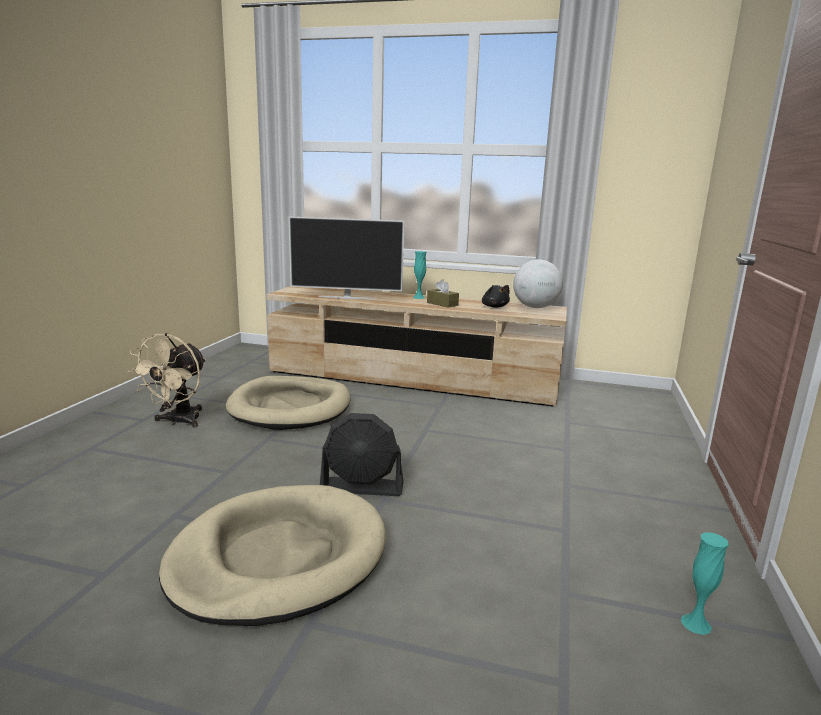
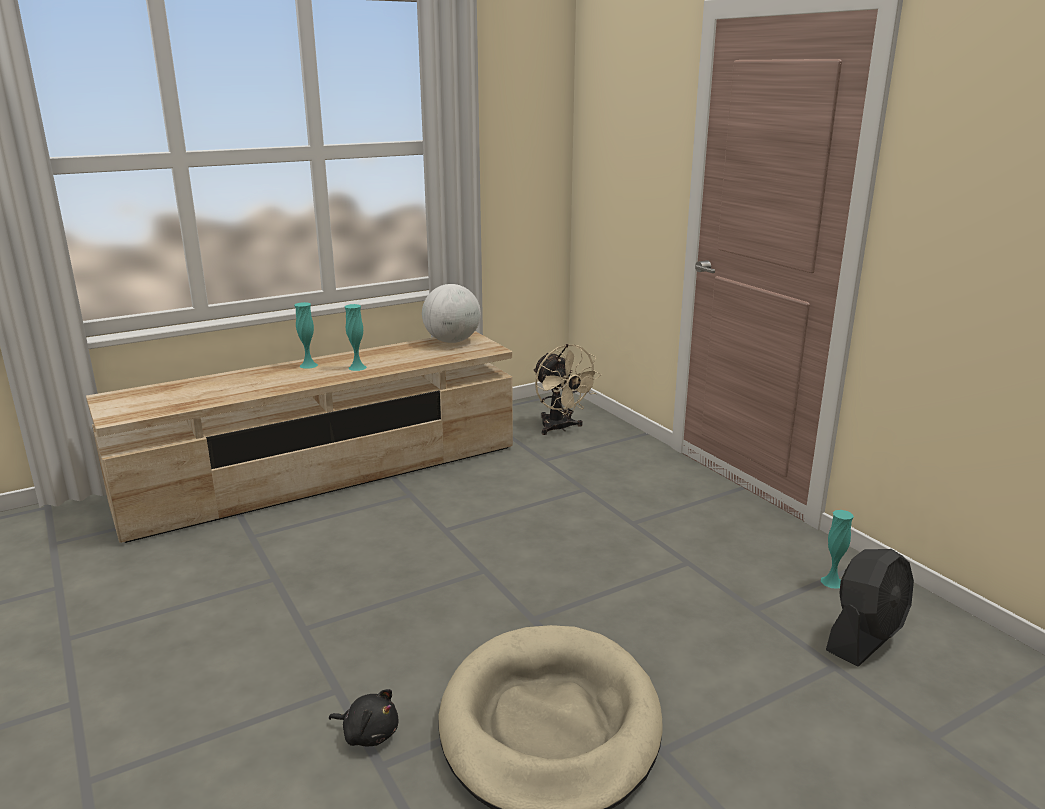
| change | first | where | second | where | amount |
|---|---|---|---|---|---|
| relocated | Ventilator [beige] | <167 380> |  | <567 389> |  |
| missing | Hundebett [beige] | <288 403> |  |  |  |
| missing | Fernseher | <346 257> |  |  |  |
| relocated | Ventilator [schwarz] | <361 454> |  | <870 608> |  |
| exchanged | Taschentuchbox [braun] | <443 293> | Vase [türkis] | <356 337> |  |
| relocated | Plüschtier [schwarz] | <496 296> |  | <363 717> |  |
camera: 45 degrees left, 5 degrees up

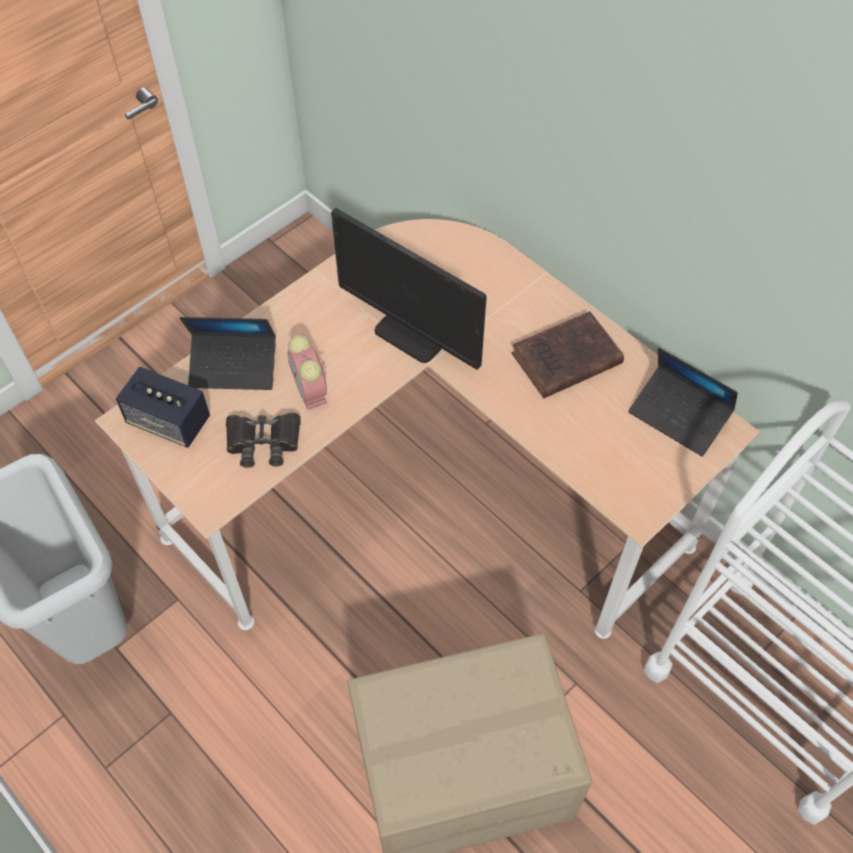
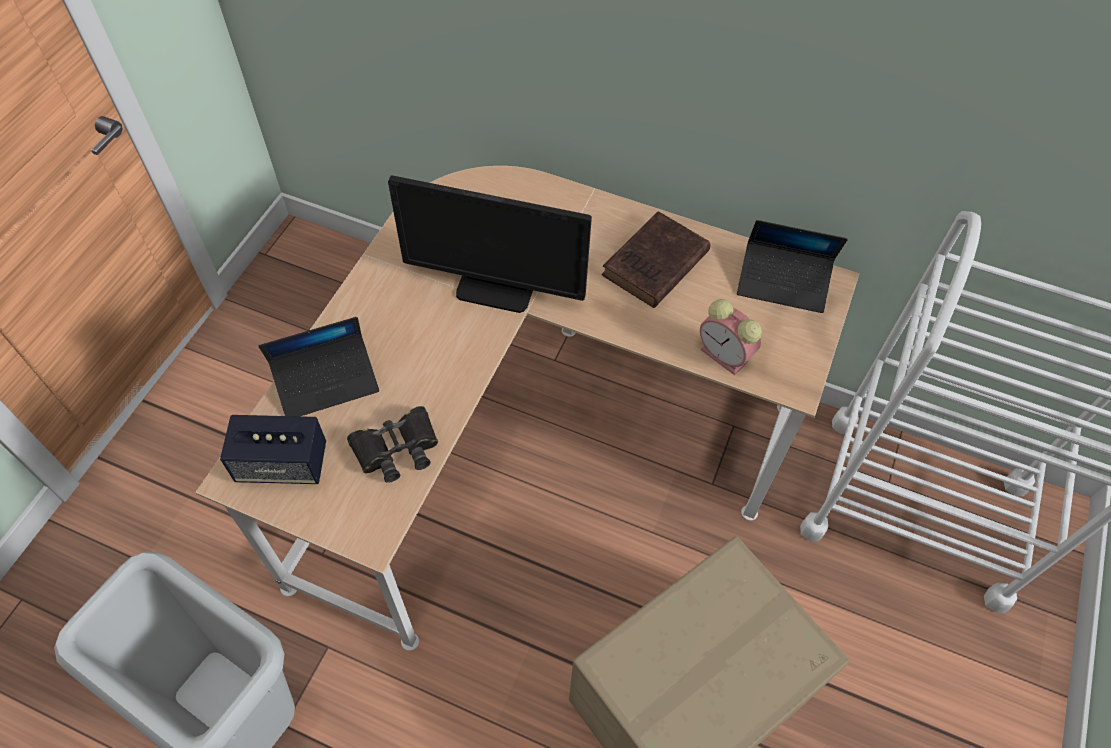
| change | first | where | second | where | amount |
|---|---|---|---|---|---|
| relocated | Wecker | <307 372> |  | <731 337> |  |
camera: 25 degrees left, 0 degrees up

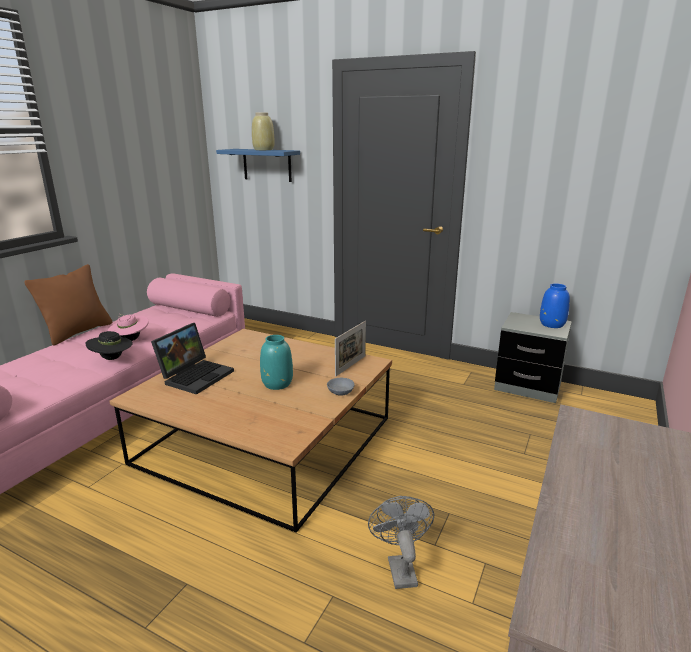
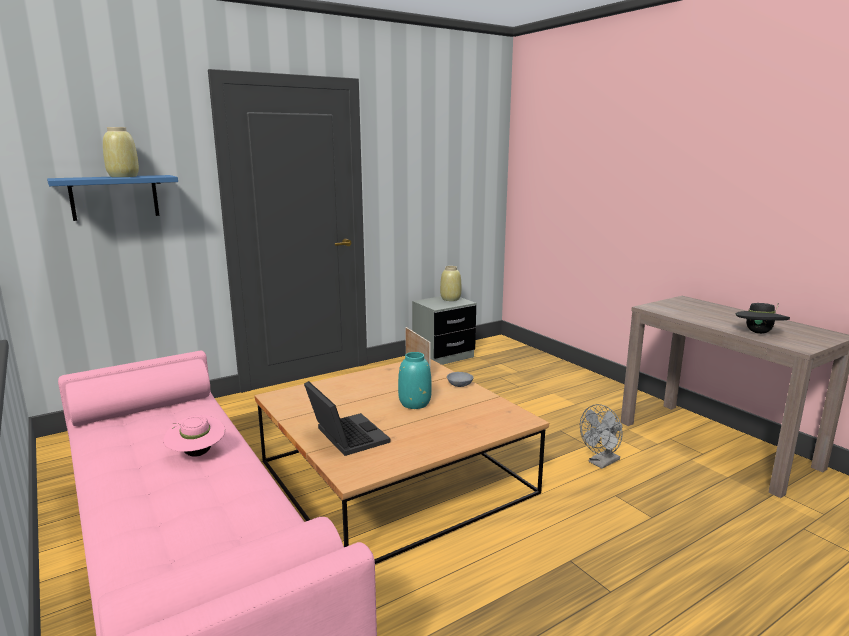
| change | first | where | second | where | amount |
|---|---|---|---|---|---|
| missing | Kissen [braun] | <68 305> |  |  |  |
| relocated | Hut [schwarz] | <109 345> |  | <763 318> |  |
| spun | Ventilator [grau] | <401 542> |  | <601 436> | 60 degrees counterclockwise |
| colour | Vase [blau] | <555 305> | Vase [beige] | <450 283> |  |
camera: 60 degrees left, 5 degrees down

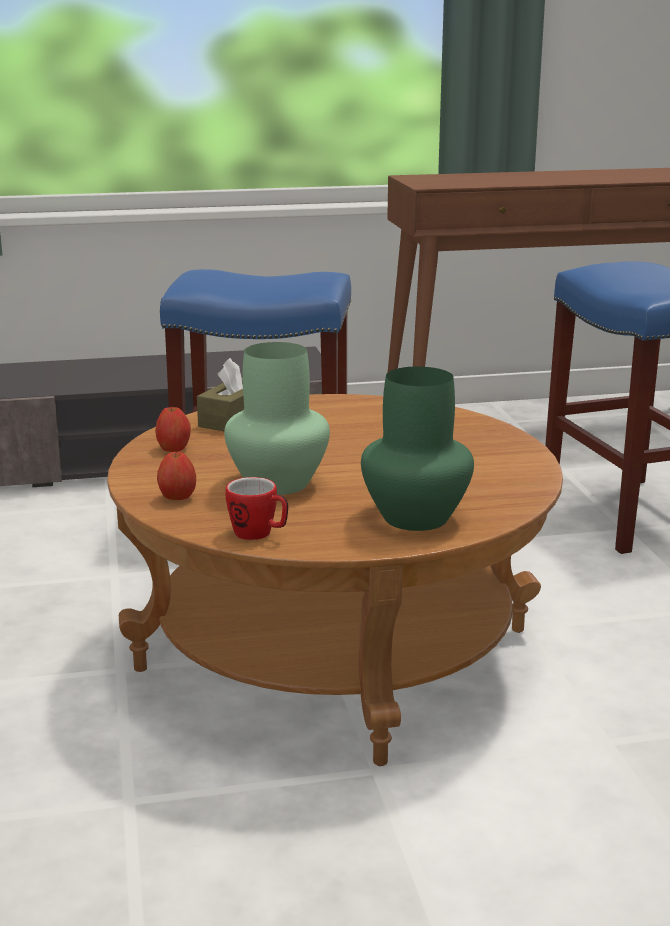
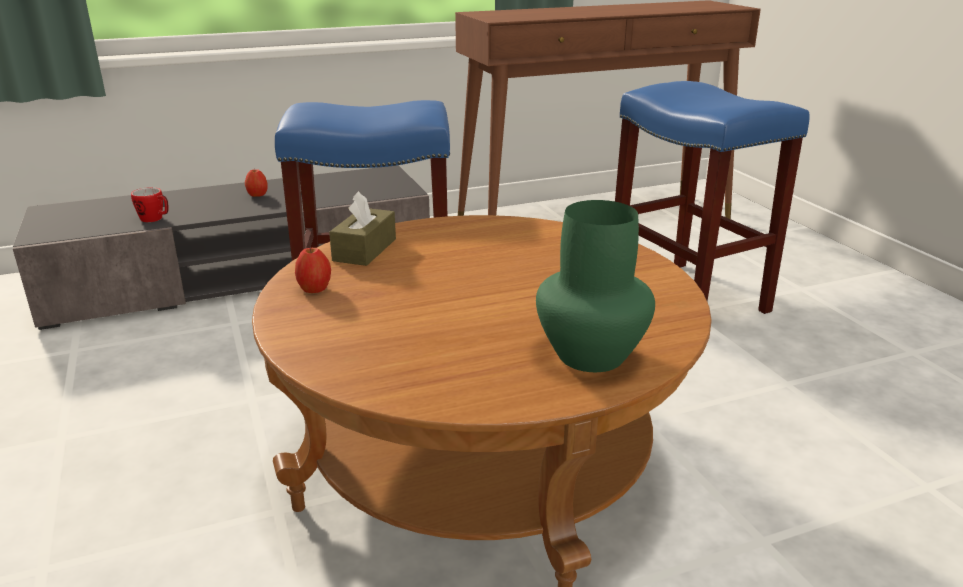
| change | first | where | second | where | amount |
|---|---|---|---|---|---|
| relocated | Apfel | <176 476> |  | <256 182> |  |
| missing | Vase [grün] | <277 418> |  |  |  |
| relocated | Henkelbecher | <256 508> |  | <150 204> |  |
camera: 10 degrees left, 5 degrees up

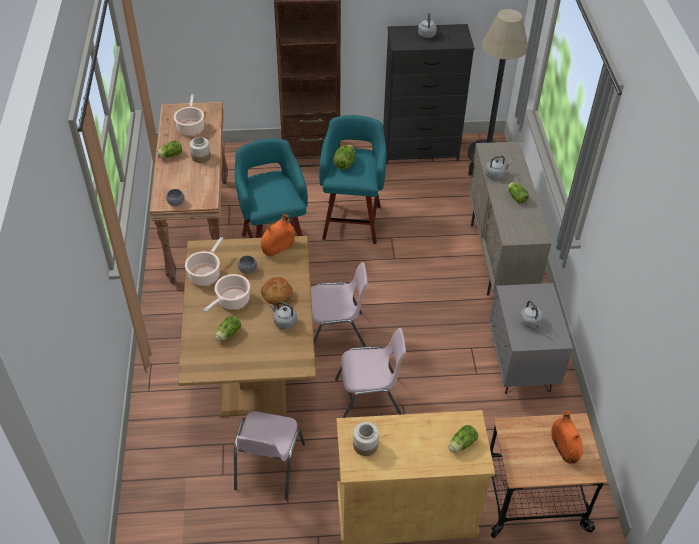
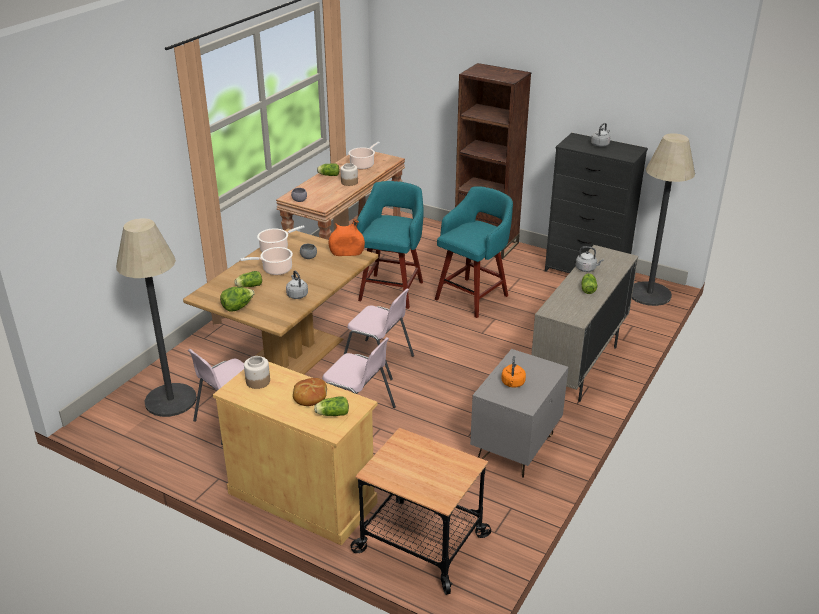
| change | first | where | second | where | amount |
|---|---|---|---|---|---|
| relocated | Brot | <277 291> |  | <310 392> |  |
| relocated | Salatkopf | <344 157> |  | <237 299> |  |
| colour | Wasserkessel [grau] | <531 314> | Wasserkessel [orange] | <513 372> |  |
| missing | Vase [orange] | <567 437> |  |  |  |
| appeared |  |  | Stehlampe | <156 317> |  |
camera: 35 degrees right, 15 degrees down

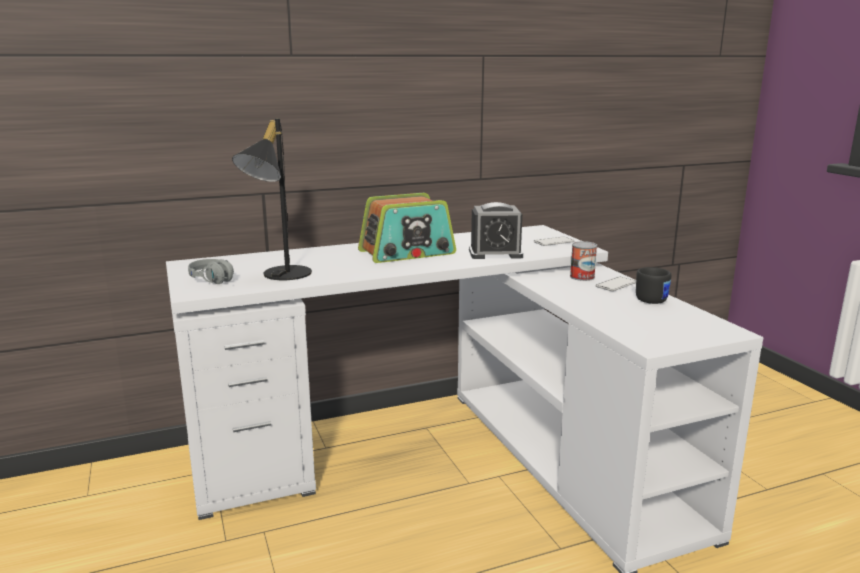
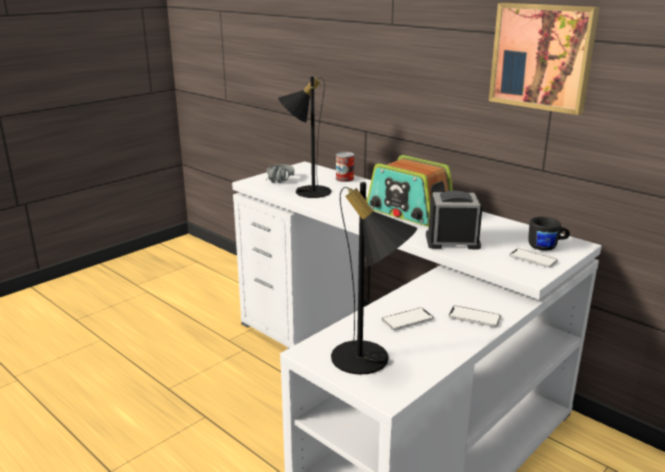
| change | first | where | second | where | amount |
|---|---|---|---|---|---|
| spun | Wecker | <496 230> |  | <454 220> | 120 degrees clockwise |
| relocated | Dose | <583 261> |  | <345 167> |  |
| relocated | Henkelbecher [schwarz] | <653 285> |  | <549 234> |  |
| appeared |  |  | Tischlampe [schwarz] | <374 278> |  |
| appeared |  |  | Handy | <407 319> |  |
| appeared |  |  | Bild | <544 59> |  |
camera: 65 degrees right, 5 degrees up

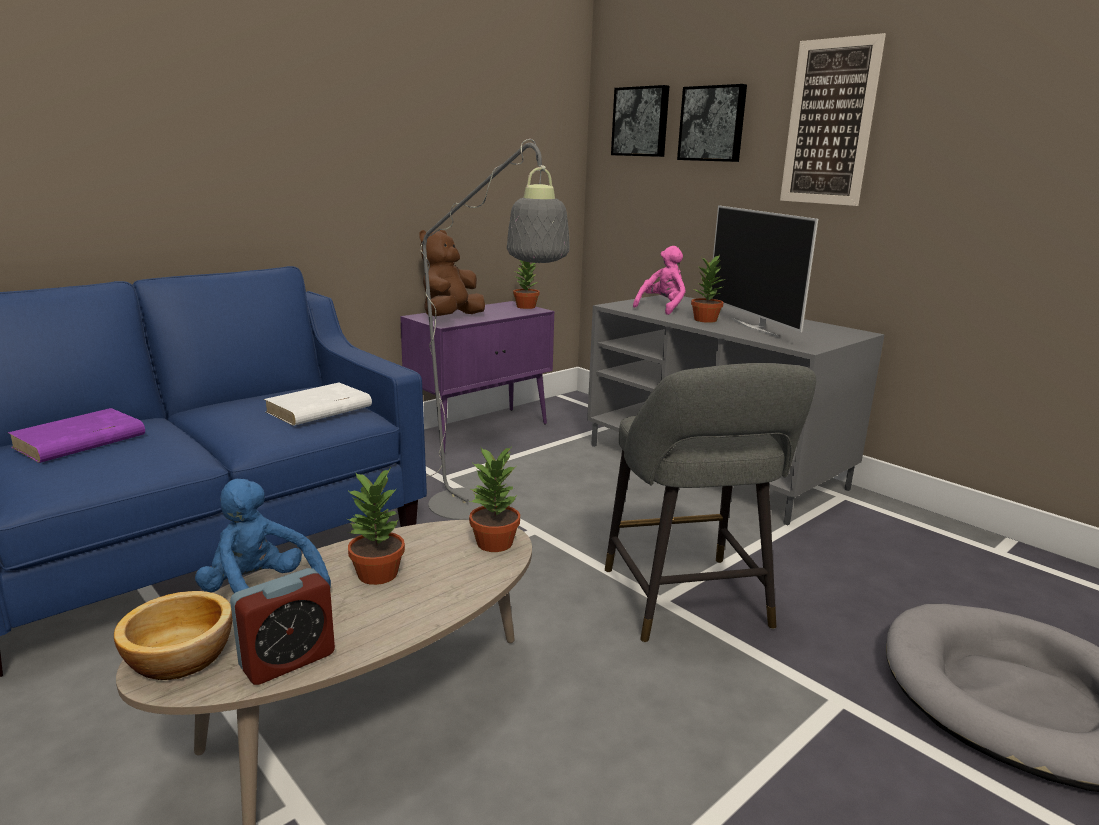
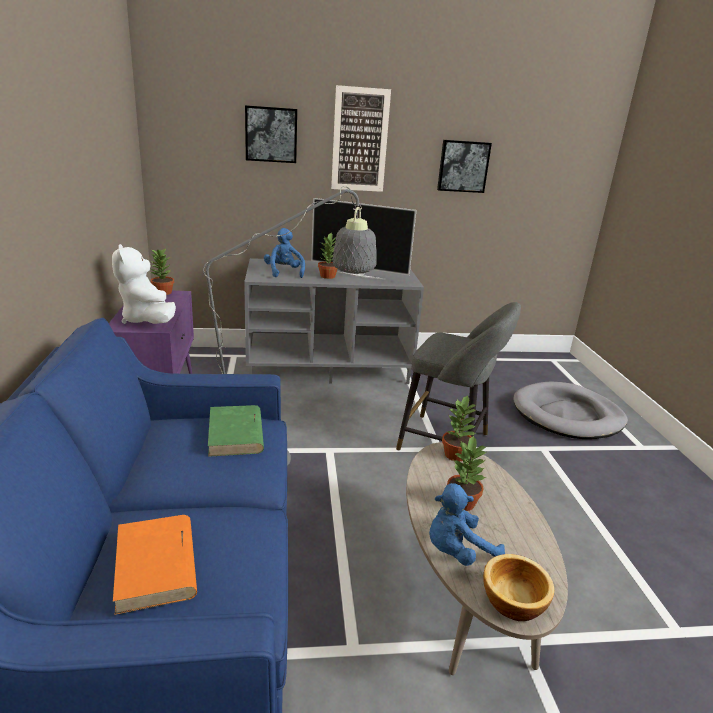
| change | first | where | second | where | amount |
|---|---|---|---|---|---|
| colour | Buch [lila] | <76 435> | Buch [orange] | <155 565> |  |
| missing | Wecker | <282 626> |  |  |  |
| colour | Buch [weiß] | <318 404> | Buch [grün] | <236 431> |  |
| colour | Plüschtier [braun] | <452 273> | Plüschtier [weiß] | <144 284> |  |
| relocated | Bild | <640 121> |  | <464 166> |  |
| colour | Plüschtier [rosa] | <659 280> | Plüschtier [blau] | <284 253> |  |
camera: 55 degrees left, 5 degrees up

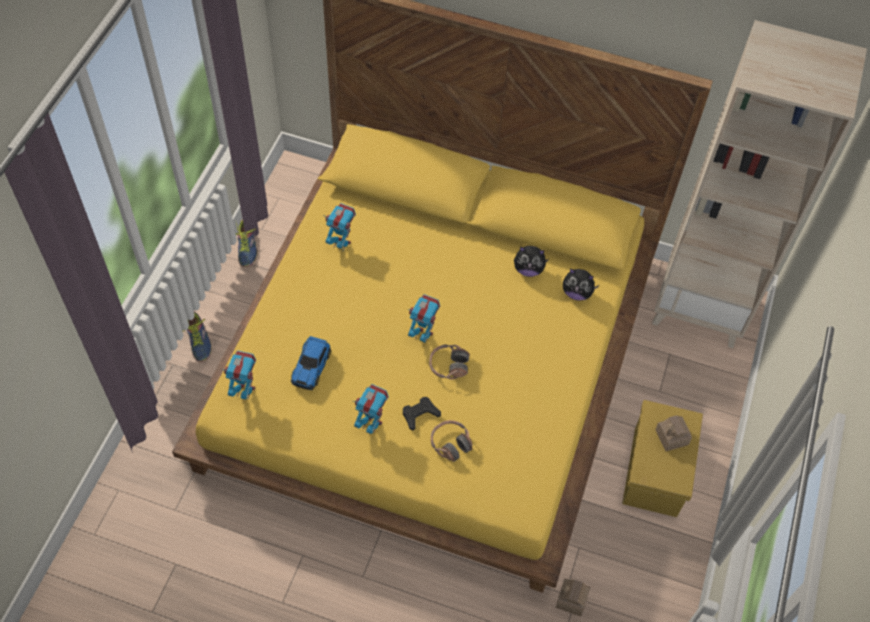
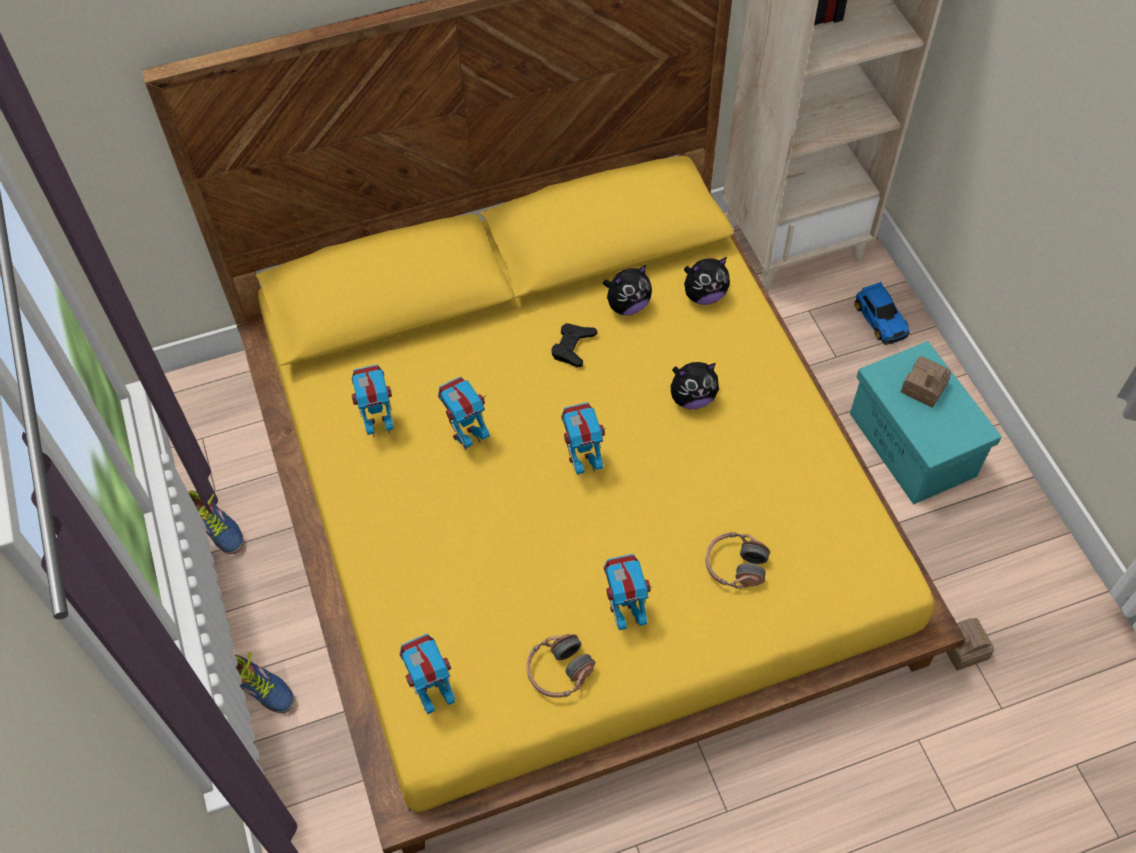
| change | first | where | second | where | amount |
|---|---|---|---|---|---|
| relocated | Spielzeugauto | <311 363> |  | <882 313> |  |
| relocated | Gamepad [schwarz] | <422 414> |  | <574 345> |  |
| relocated | Kopfhörer | <449 362> |  | <560 666> |  |
| colour | Aufbewahrungsbox [gelb] | <662 458> | Aufbewahrungsbox [türkis] | <926 422> |  |
| appeared |  |  | Spielzeugroboter | <464 413> |  |
| appeared |  |  | Plüschtier | <695 385> |  |
camera: 35 degrees left, 0 degrees up

